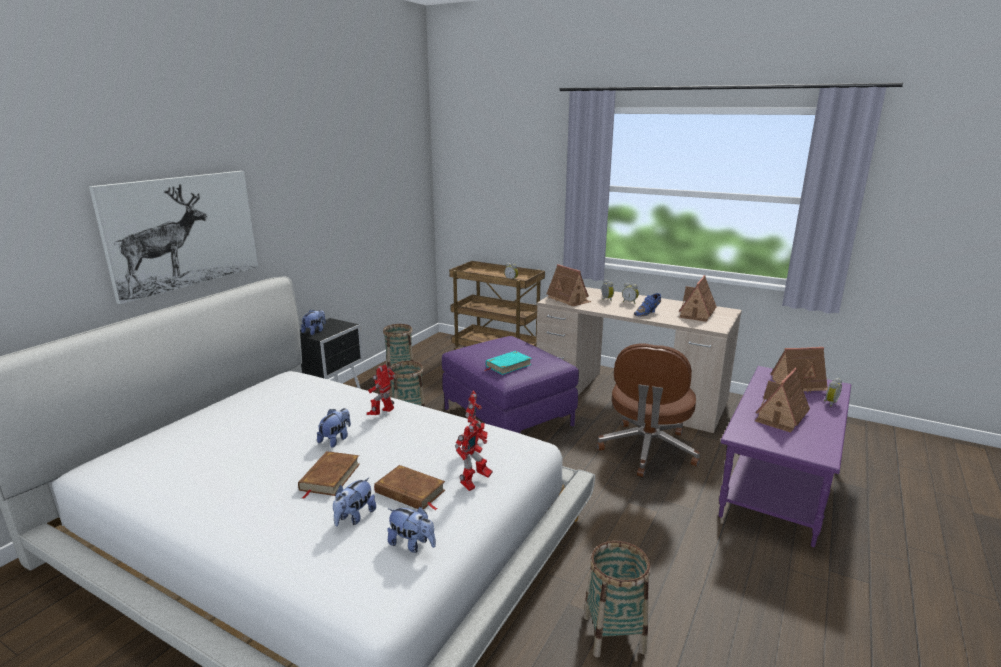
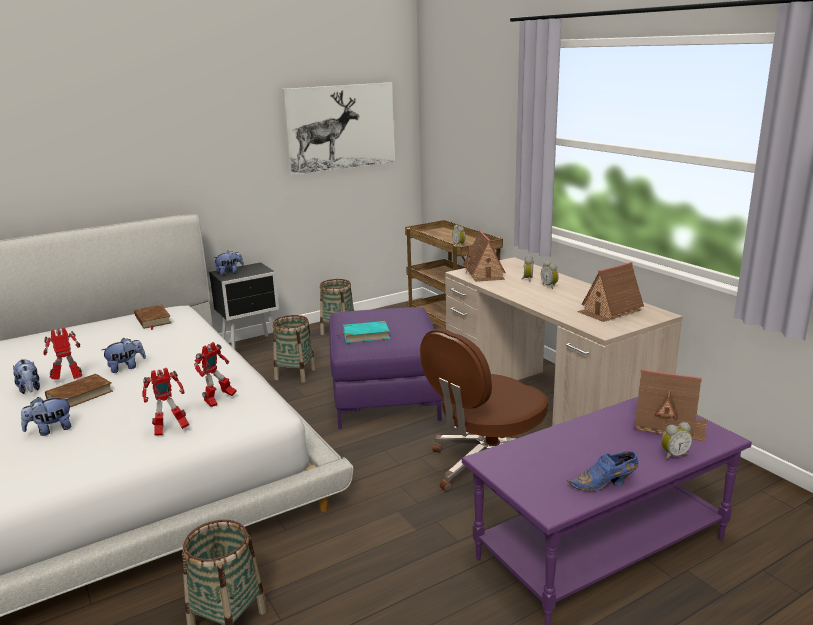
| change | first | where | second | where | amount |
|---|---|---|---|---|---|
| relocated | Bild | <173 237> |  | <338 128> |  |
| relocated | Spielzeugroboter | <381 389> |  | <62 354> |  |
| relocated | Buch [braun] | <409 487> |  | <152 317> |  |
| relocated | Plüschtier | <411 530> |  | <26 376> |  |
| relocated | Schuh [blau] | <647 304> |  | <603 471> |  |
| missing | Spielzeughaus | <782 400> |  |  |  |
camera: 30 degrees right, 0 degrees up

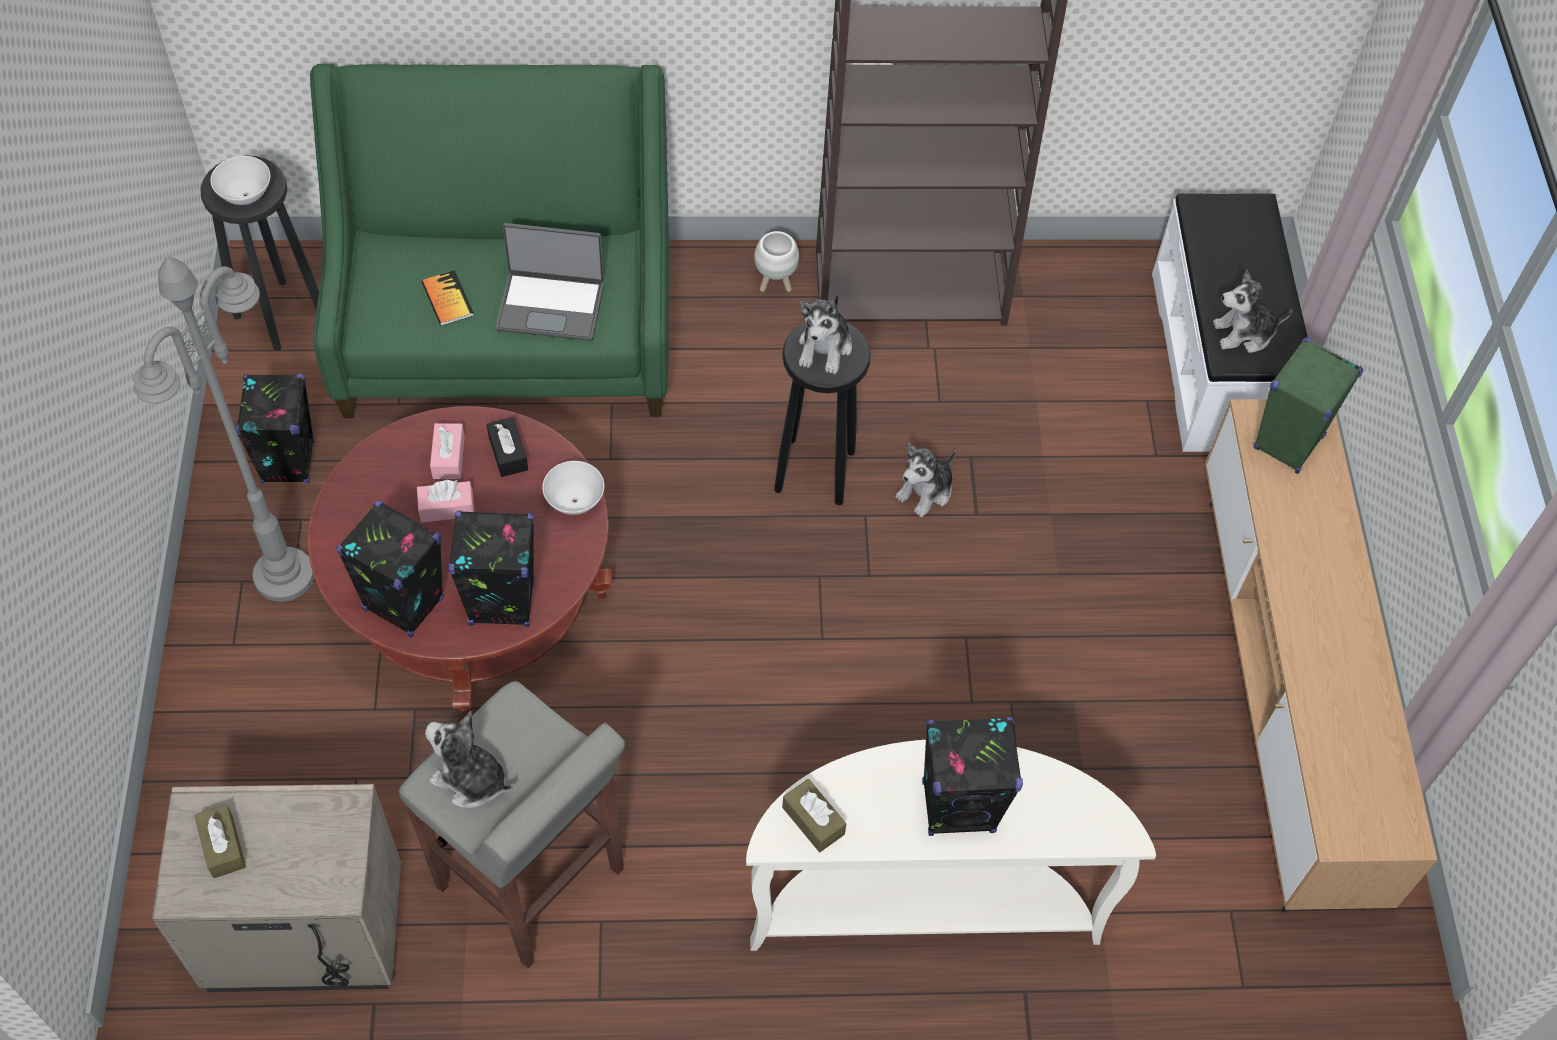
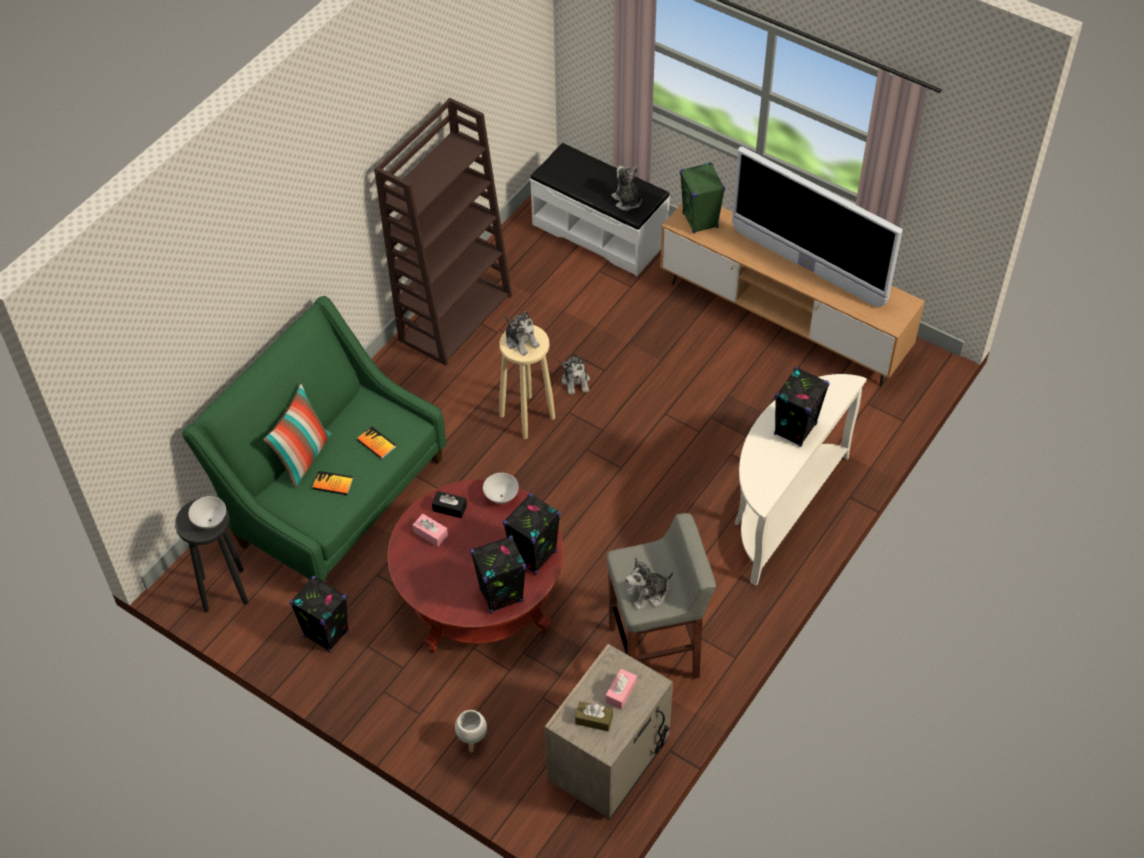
| change | first | where | second | where | amount |
|---|---|---|---|---|---|
| missing | Stehlampe [grau] | <223 429> |  |  |  |
| relocated | Taschentuchbox [rosa] | <445 501> |  | <621 689> |  |
| exchanged | Laptop | <550 282> | Buch | <376 442> |  |
| relocated | Pflanzkübel [weiß] | <776 261> |  | <471 731> |  |
| colour | Hocker [schwarz] | <822 413> | Hocker [beige] | <527 382> |  |
| missing | Taschentuchbox [braun] | <814 815> |  |  |  |
| spun | Plüschtier | <1253 311> |  | <626 188> | 120 degrees clockwise |
| appeared |  |  | Kissen | <297 436> |  |
| appeared |  |  | Fernseher | <817 226> |  |
camera: 50 degrees left, 5 degrees down

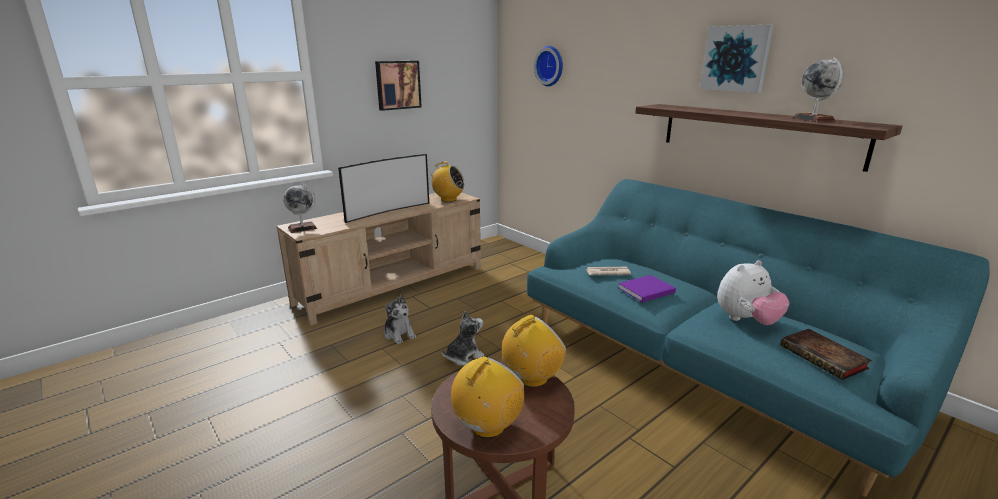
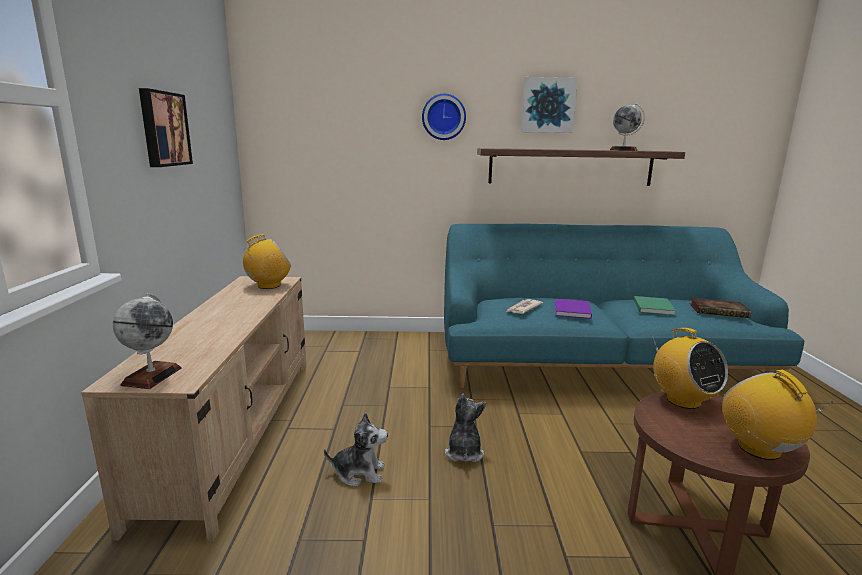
| change | first | where | second | where | amount |
|---|---|---|---|---|---|
| missing | Fernseher | <383 188> |  |  |  |
| spun | Radio | <534 351> |  | <690 368> | 150 degrees clockwise |
| relocated | Wanduhr | <548 66> |  | <444 117> |  |
| exchanged | Plüschtier | <753 292> | Buch [grün] | <655 305> |  |
camera: 50 degrees left, 5 degrees down

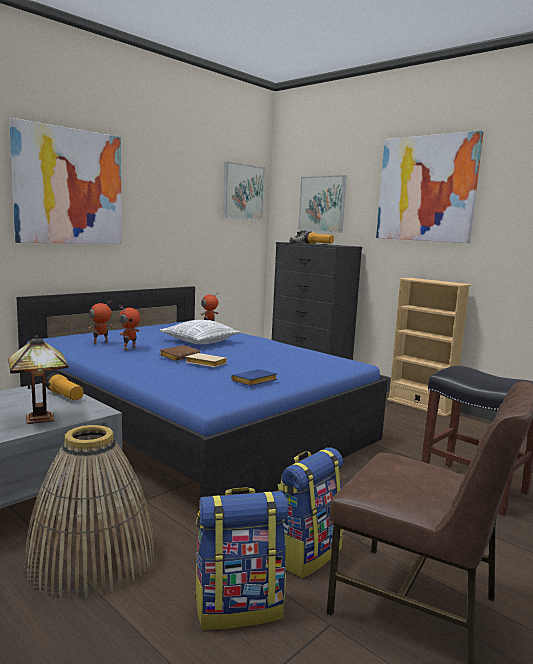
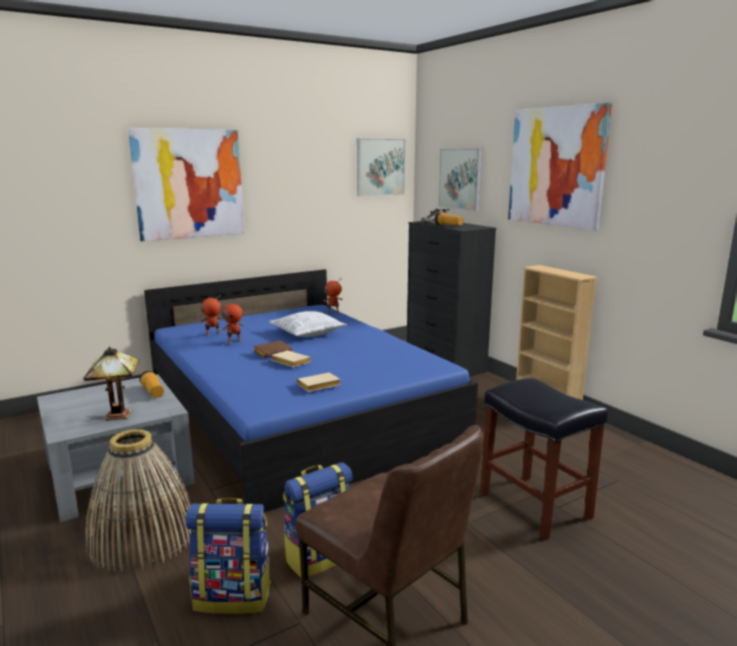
| change | first | where | second | where | amount |
|---|---|---|---|---|---|
| colour | Buch [blau] | <254 377> | Buch [beige] | <319 382> |  |
camera: 15 degrees right, 5 degrees up

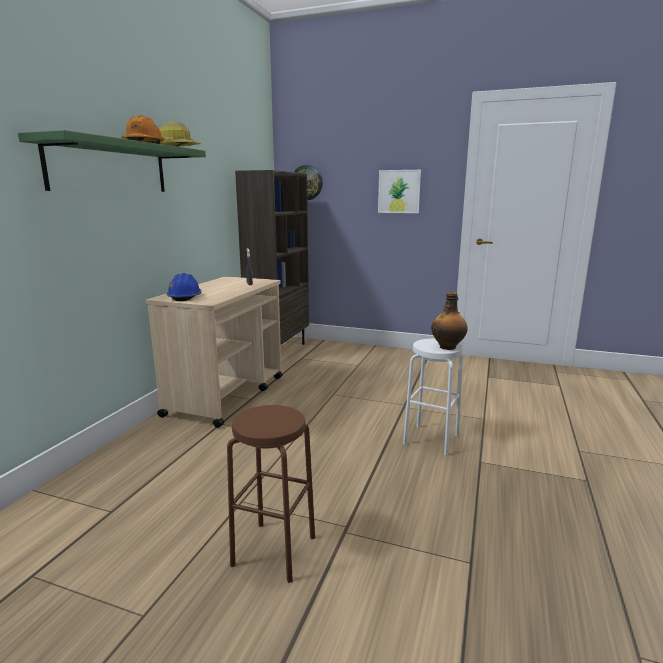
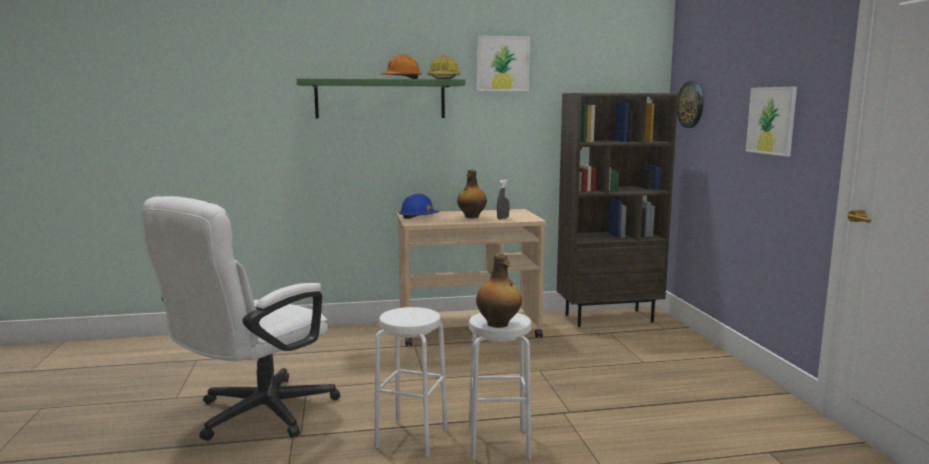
| change | first | where | second | where | amount |
|---|---|---|---|---|---|
| exchanged | Hocker [braun] | <271 494> | Bürostuhl [weiß] | <240 318> |  |
| appeared |  |  | Hocker [weiß] | <411 382> |  |
| appeared |  |  | Flasche | <472 194> |  |
| appeared |  |  | Bild | <503 63> |  |
camera: 60 degrees right, 5 degrees down

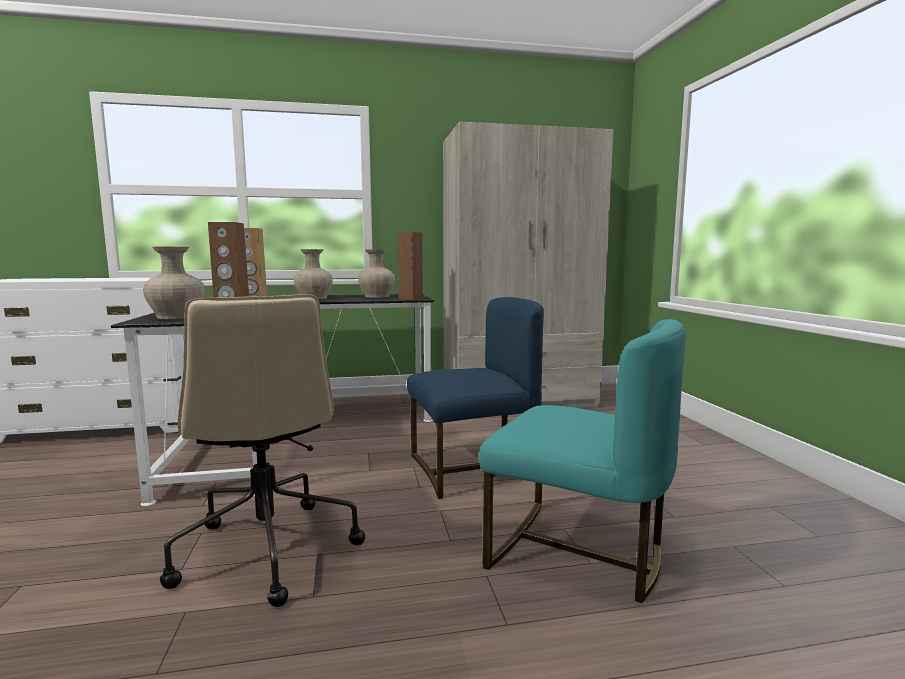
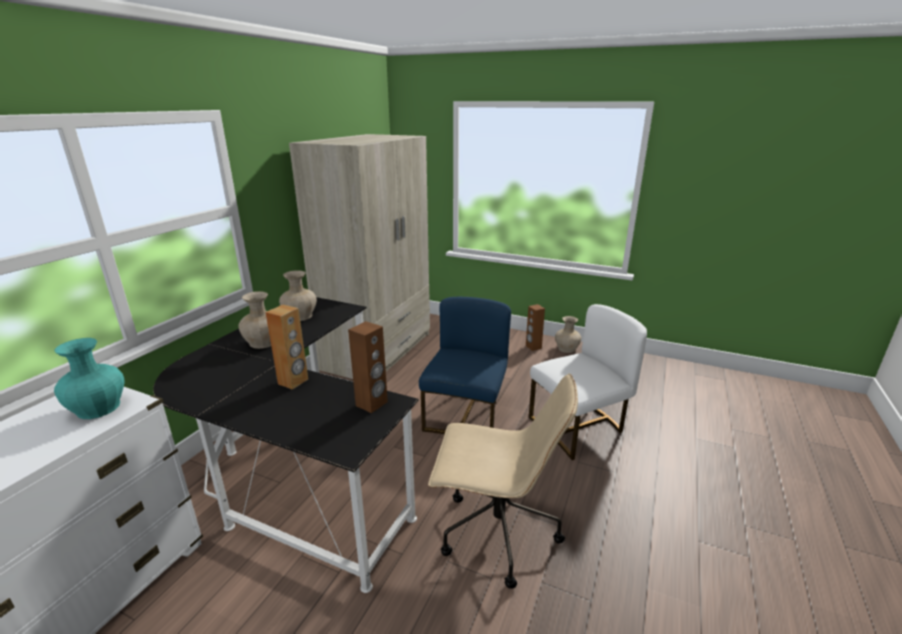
| change | first | where | second | where | amount |
|---|---|---|---|---|---|
| relocated | Vase [beige] | <174 282> |  | <568 334> |  |
| relocated | Lautsprecher [braun] | <410 266> |  | <535 327> |  |
| colour | Stuhl [türkis] | <582 461> | Stuhl [weiß] | <588 382> |  |
| appeared |  |  | Vase [türkis] | <89 378> |  |
camera: 55 degrees left, 15 degrees up

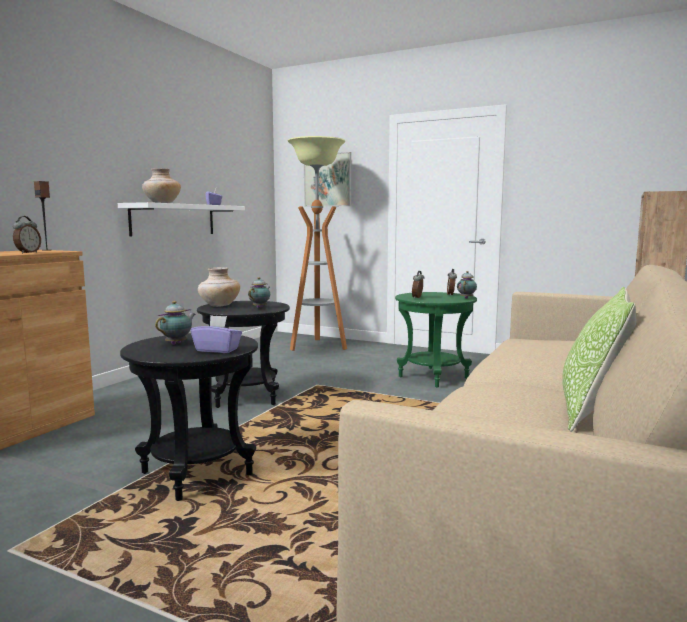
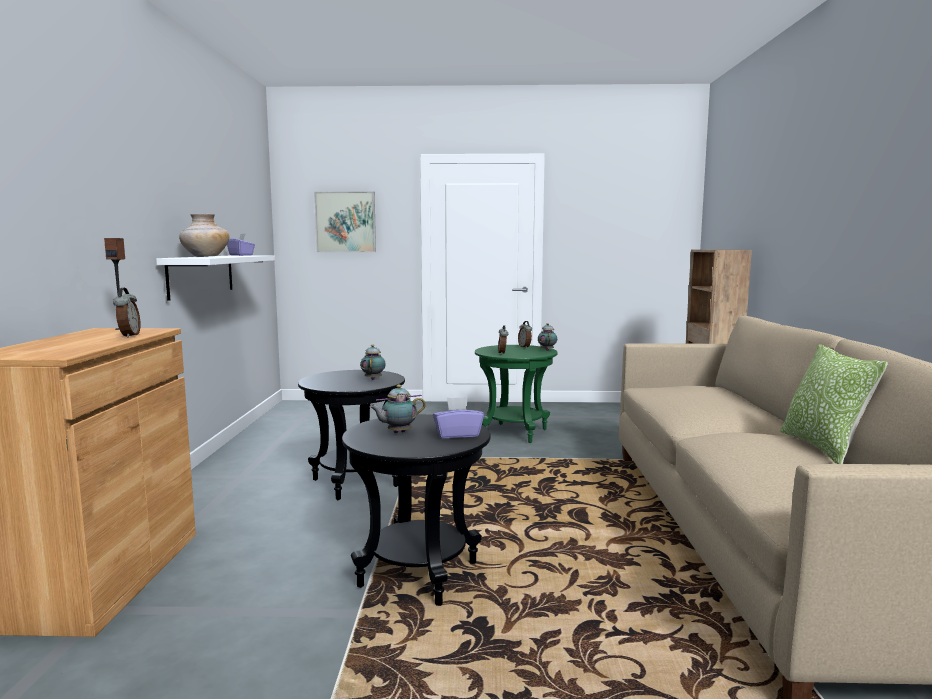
| change | first | where | second | where | amount |
|---|---|---|---|---|---|
| spun | Teekanne | <175 323> |  | <398 409> | 120 degrees counterclockwise |
| missing | Vase [beige] | <219 287> |  |  |  |
| missing | Stehlampe | <317 243> |  |  |  |
camera: 25 degrees left, 0 degrees up

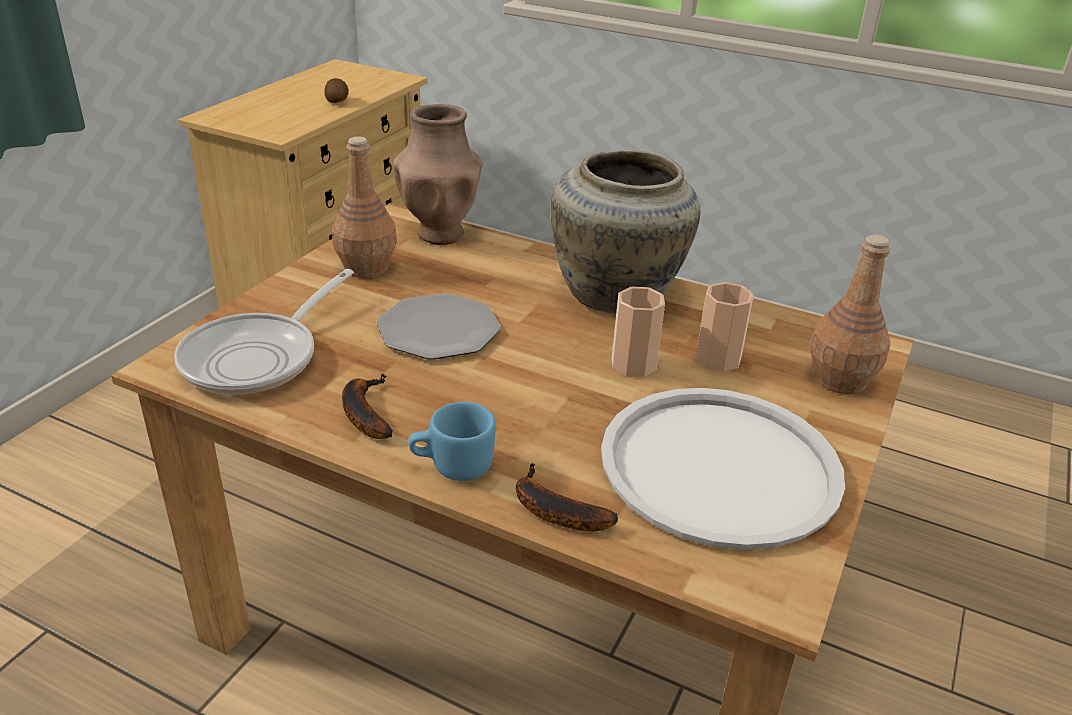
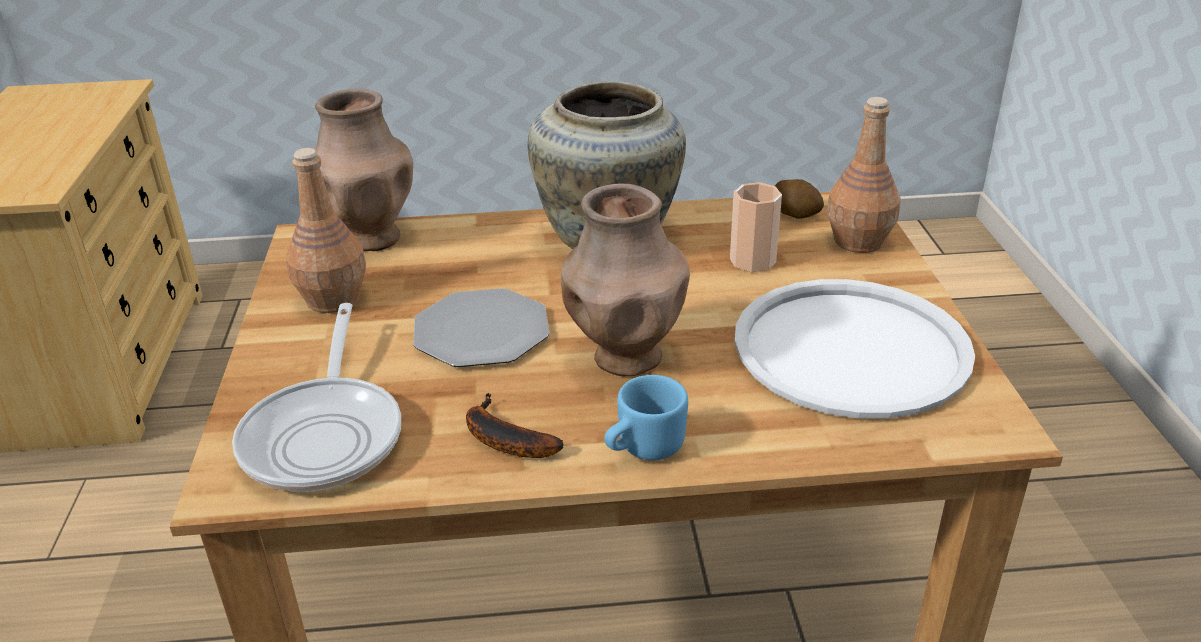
| change | first | where | second | where | amount |
|---|---|---|---|---|---|
| relocated | Kartoffel | <336 90> |  | <799 199> |  |
| missing | Banane | <567 497> |  |  |  |
| missing | Tasse | <638 332> |  |  |  |
| appeared |  |  | Vase [braun] | <625 280> |  |
camera: 30 degrees left, 0 degrees up

